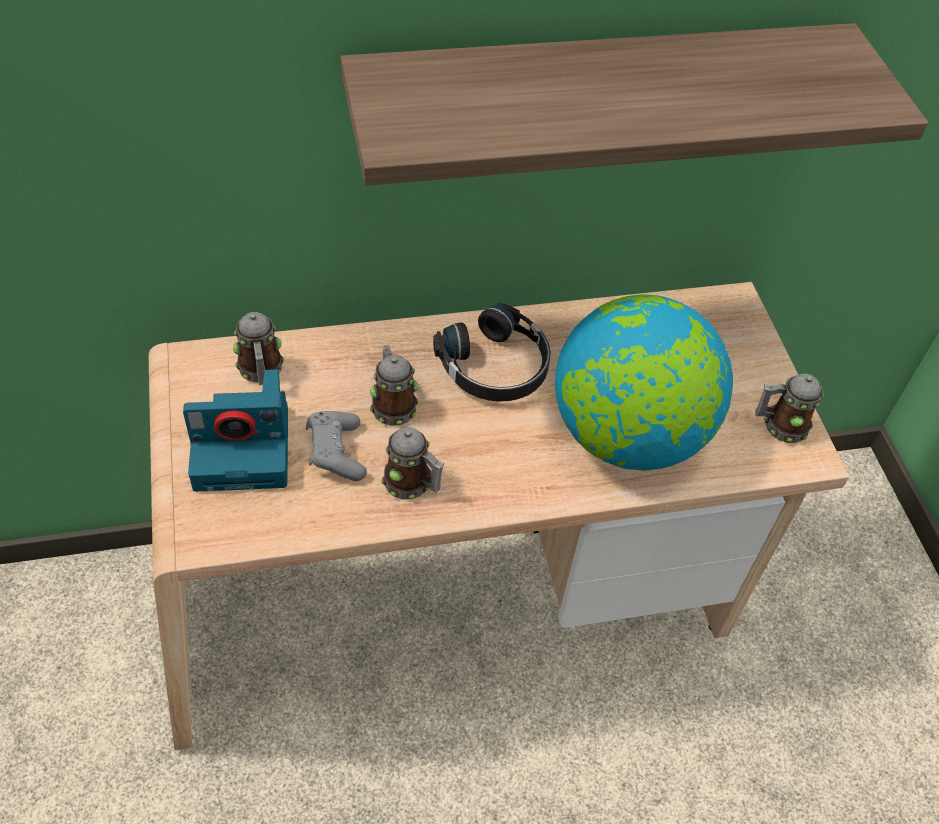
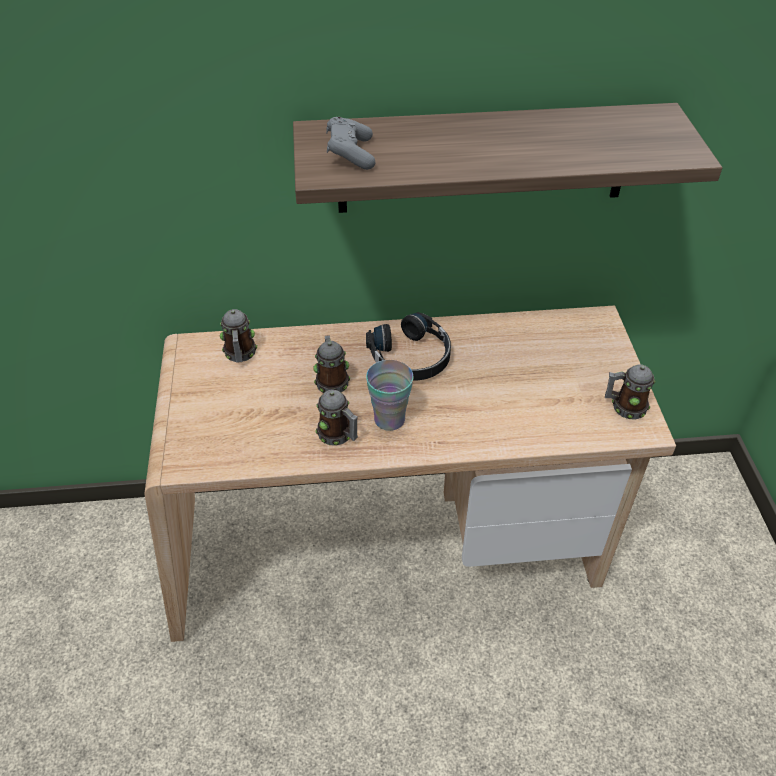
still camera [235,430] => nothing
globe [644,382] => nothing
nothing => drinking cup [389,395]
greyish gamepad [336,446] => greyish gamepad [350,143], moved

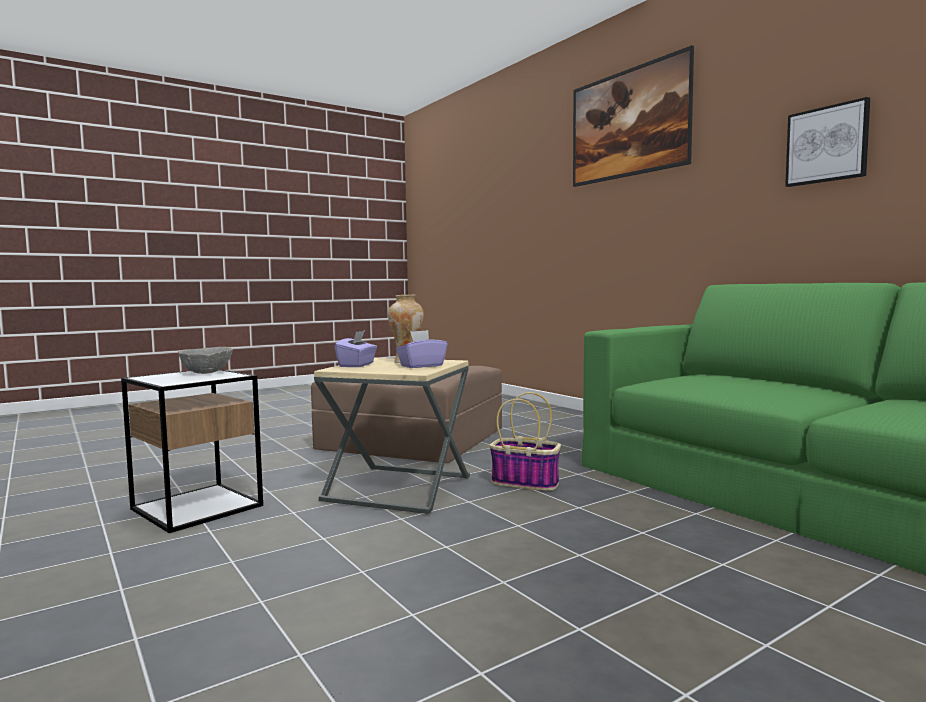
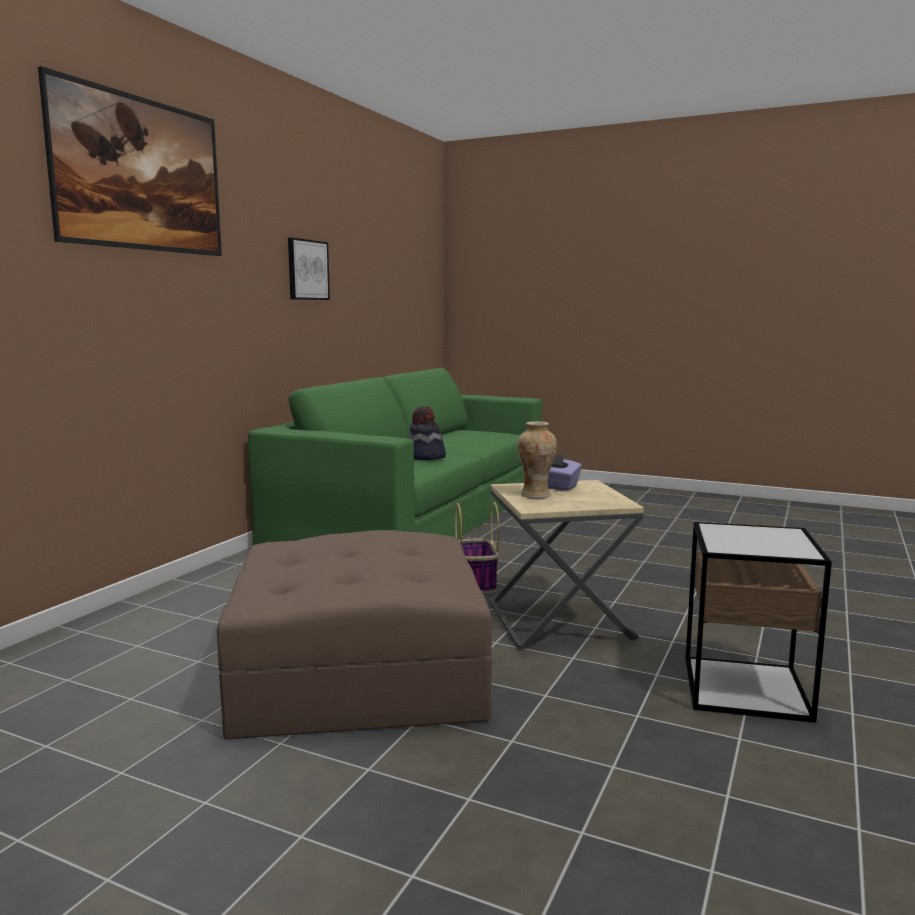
greyish deep dish [205,360] => nothing
purplish tissue holder [356,348] => nothing
nothing => clothing hat [426,433]

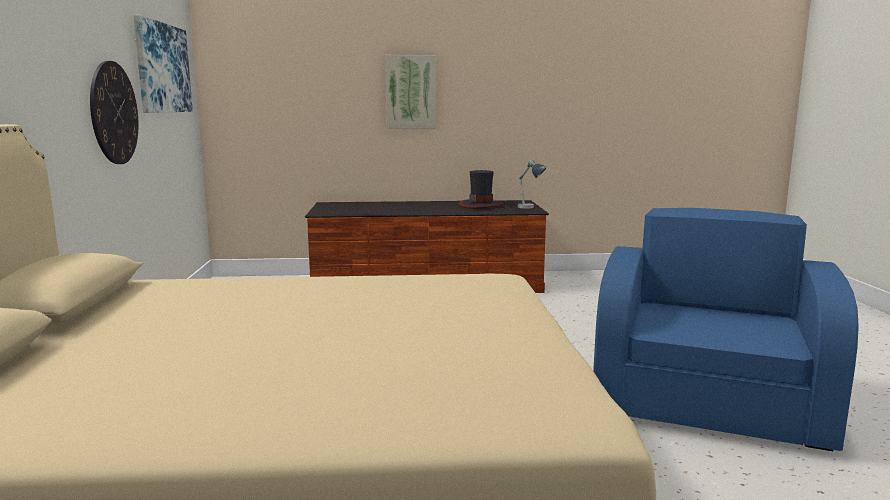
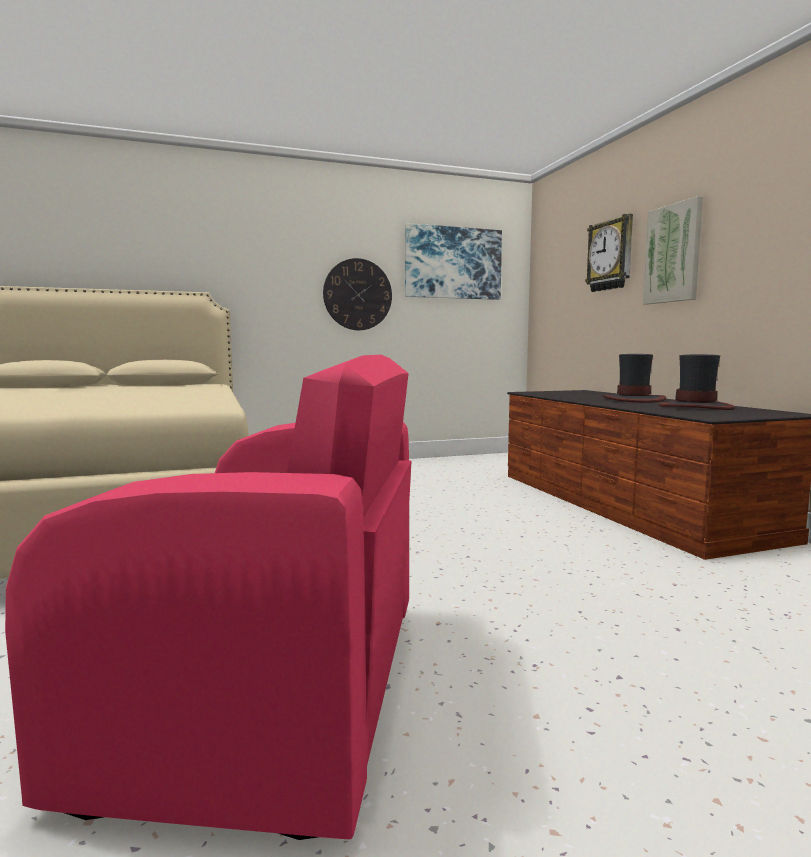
lamp for a table [532,184] => nothing
nothing => wall clock [609,253]
nothing => clothing hat [634,378]
blue armchair [726,329] => pink armchair [208,597]

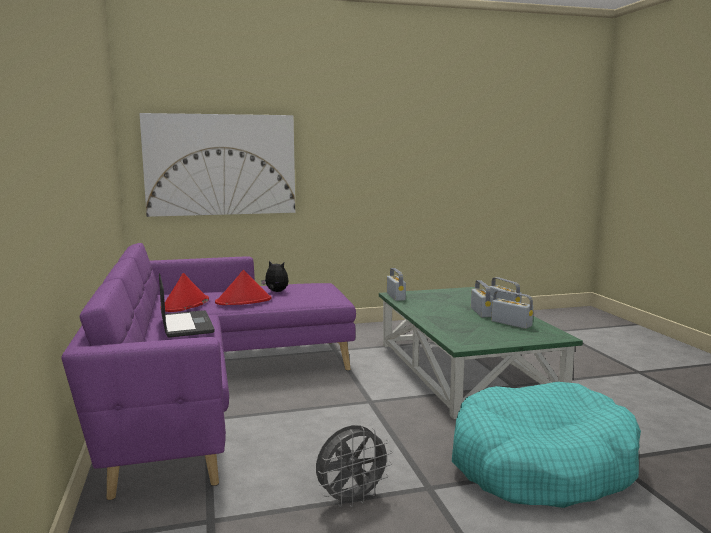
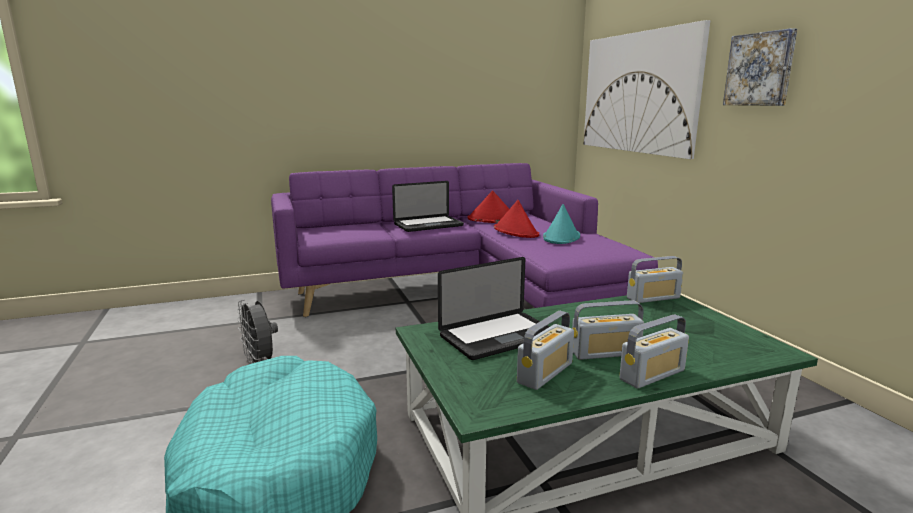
nothing => notebook computer [493,308]
nothing => wall picture [760,67]
cuddly toy [275,276] => blue-green clothing hat [561,224]

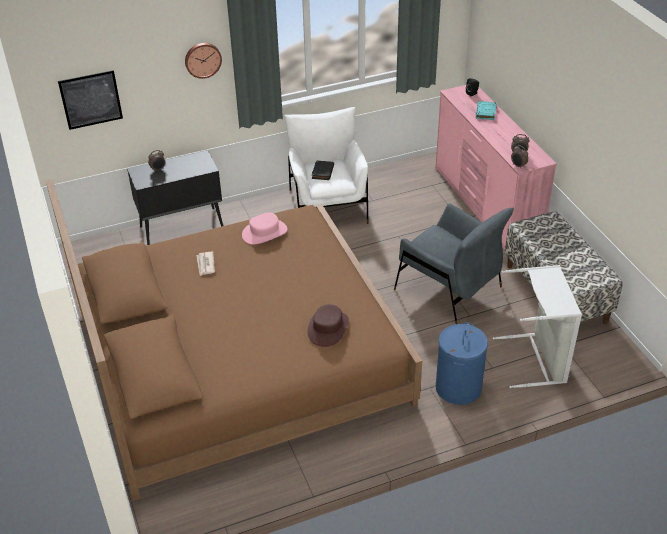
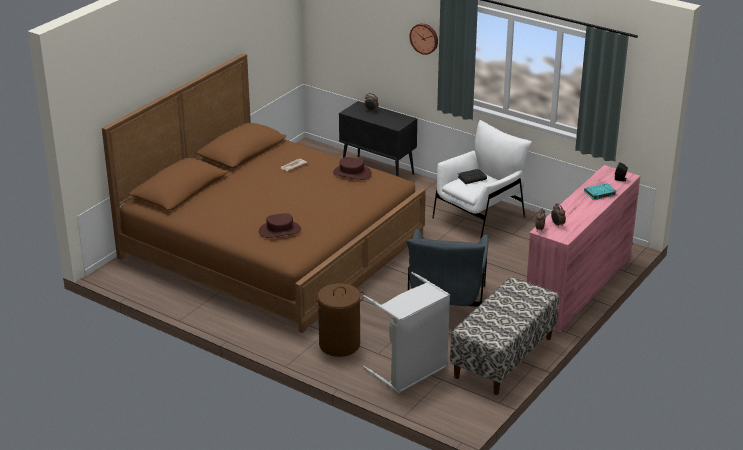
wall picture [90,100] => nothing
pink clothing hat [264,228] => brownish clothing hat [352,168]
blue laundry basket [461,363] => brownish laundry basket [339,320]

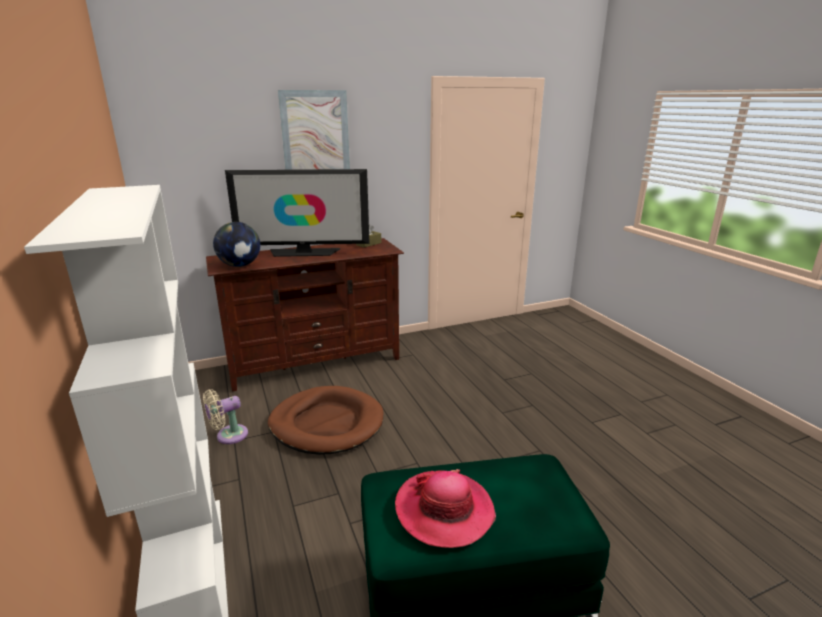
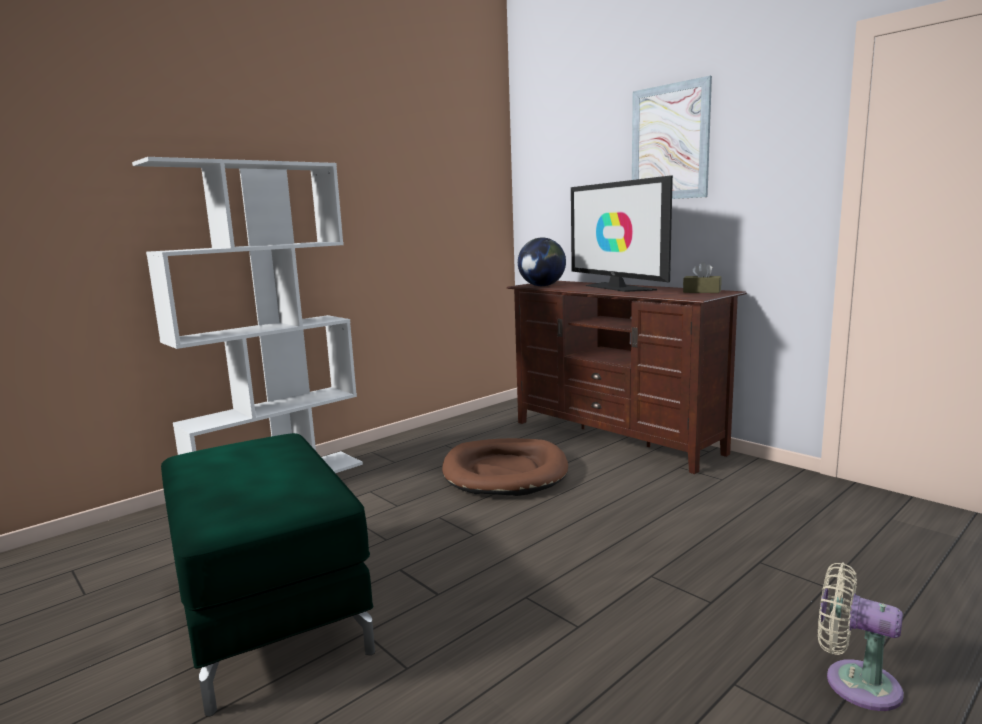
clothing hat [445,508] => nothing
beige-coloured fan [225,417] => beige-coloured fan [861,636], moved

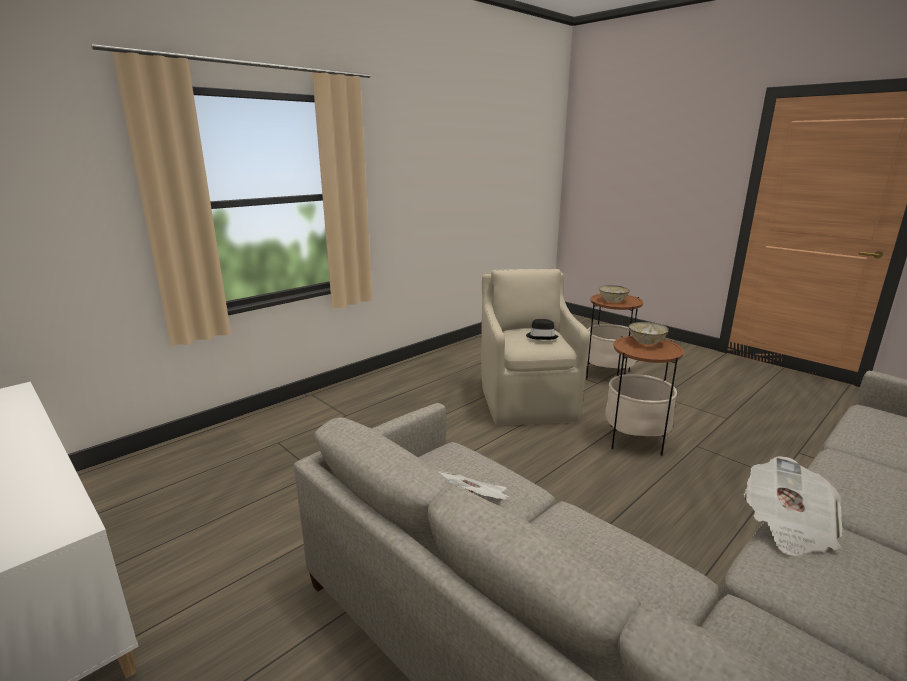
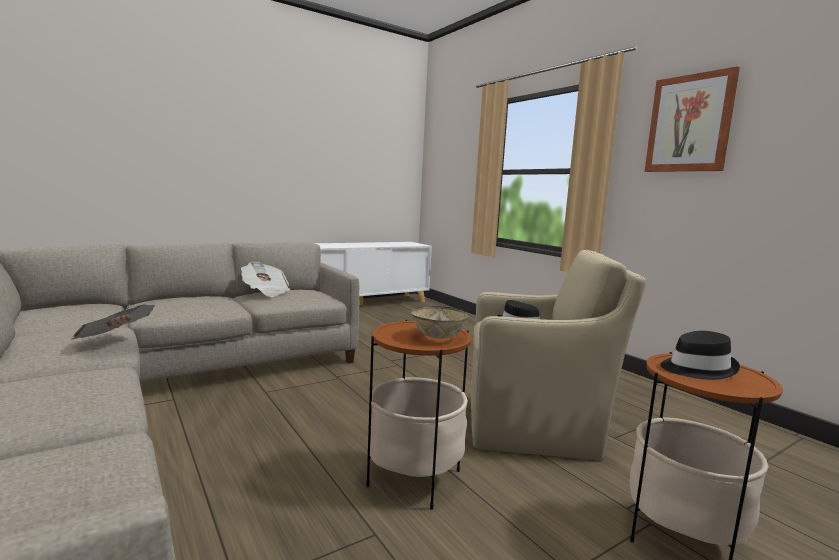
nothing => wall picture [692,119]
deep dish [614,293] => blackish clothing hat [700,355]

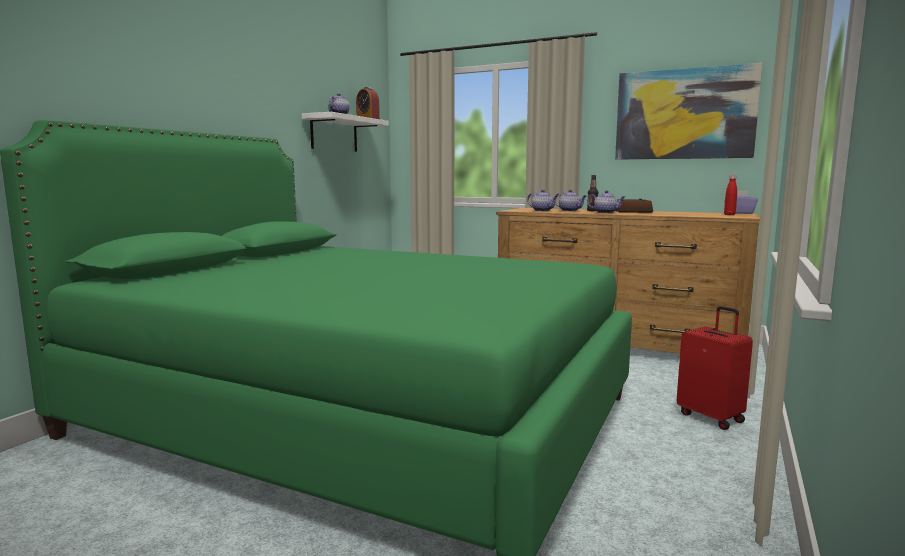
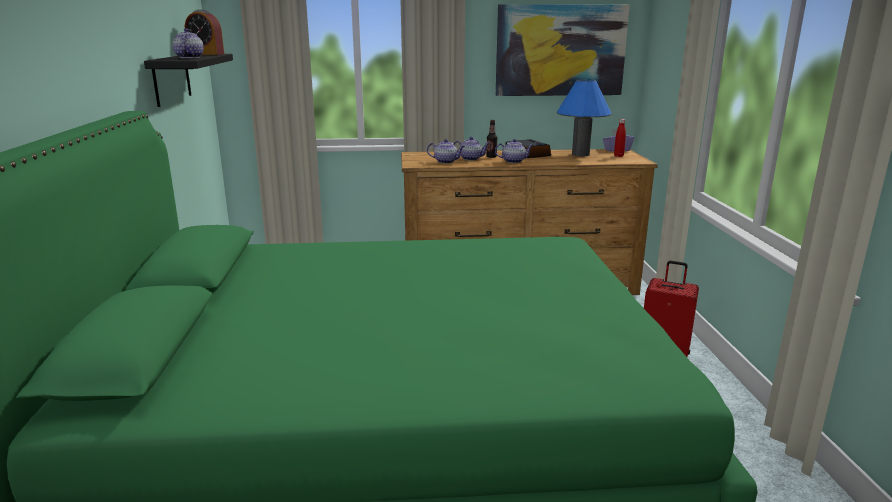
nothing => blue lamp for a table [584,117]
whitish wall shelf [345,132] => blackish wall shelf [188,80]

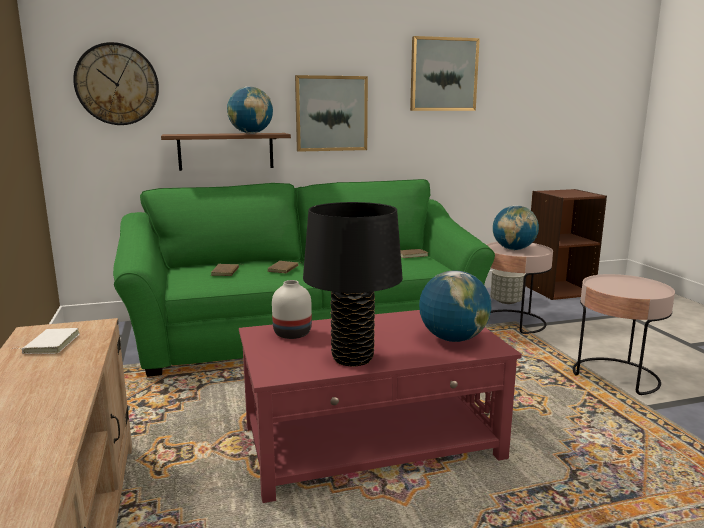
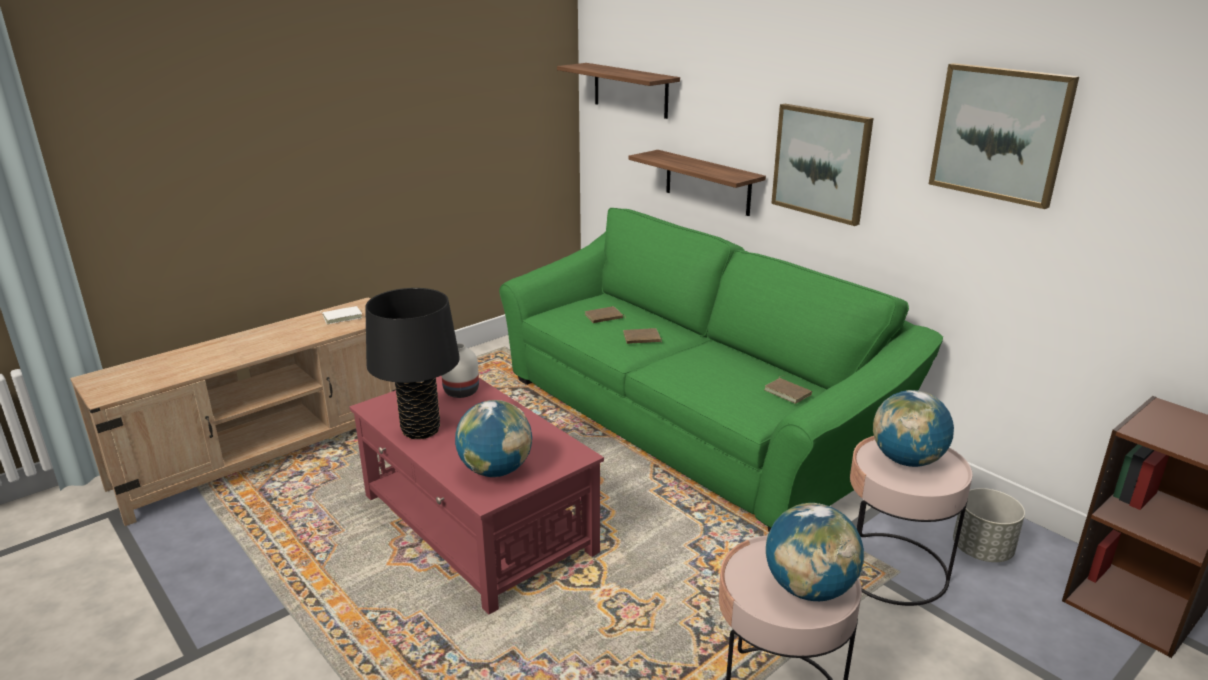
globe [250,110] => globe [815,552], moved
wall clock [116,83] => wall shelf [618,91]

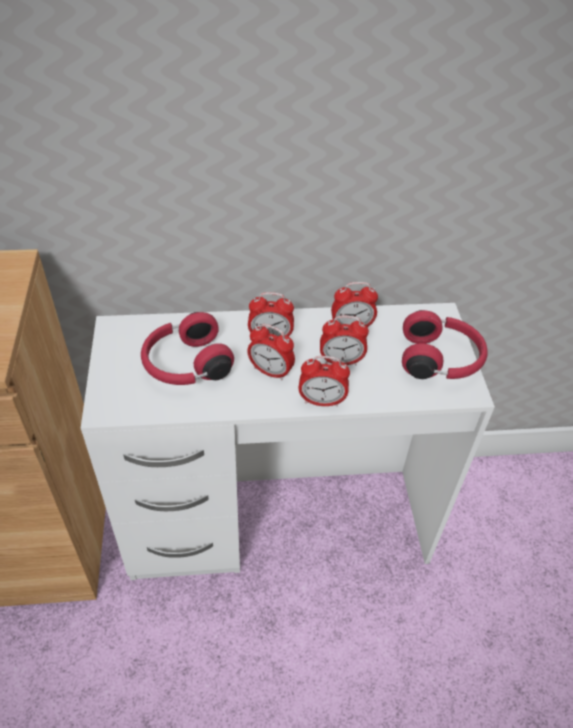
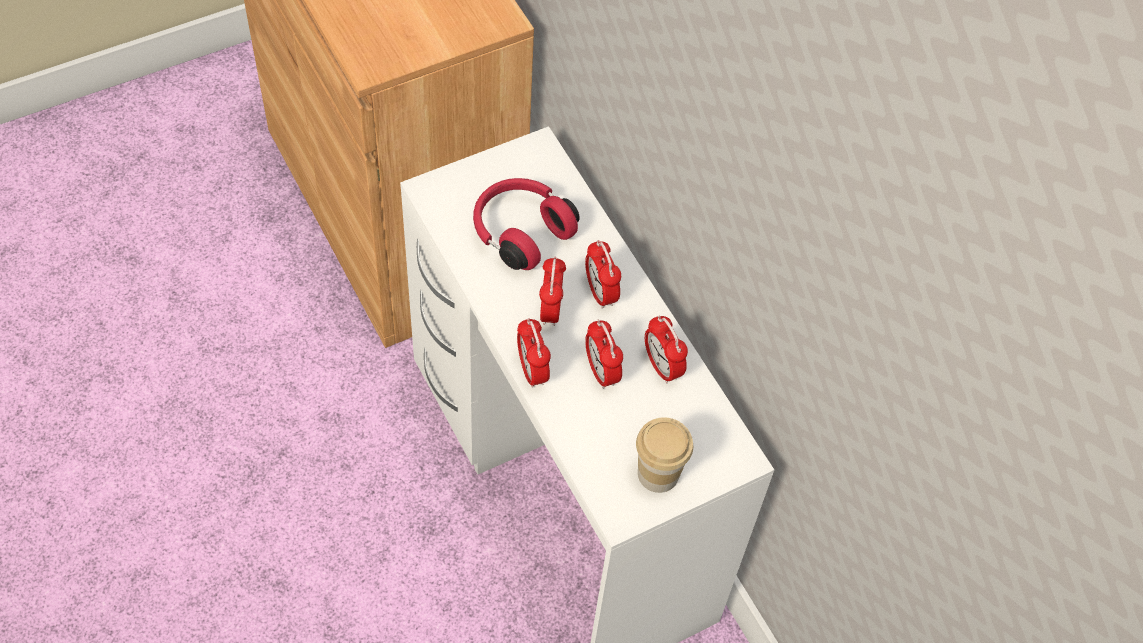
reddish headphones [444,344] => drinking cup [664,455]

